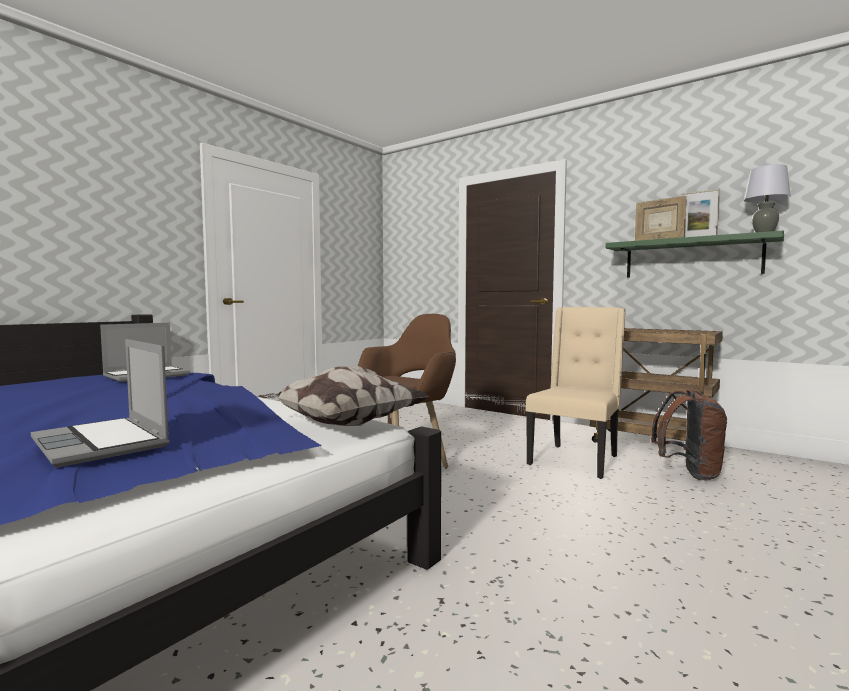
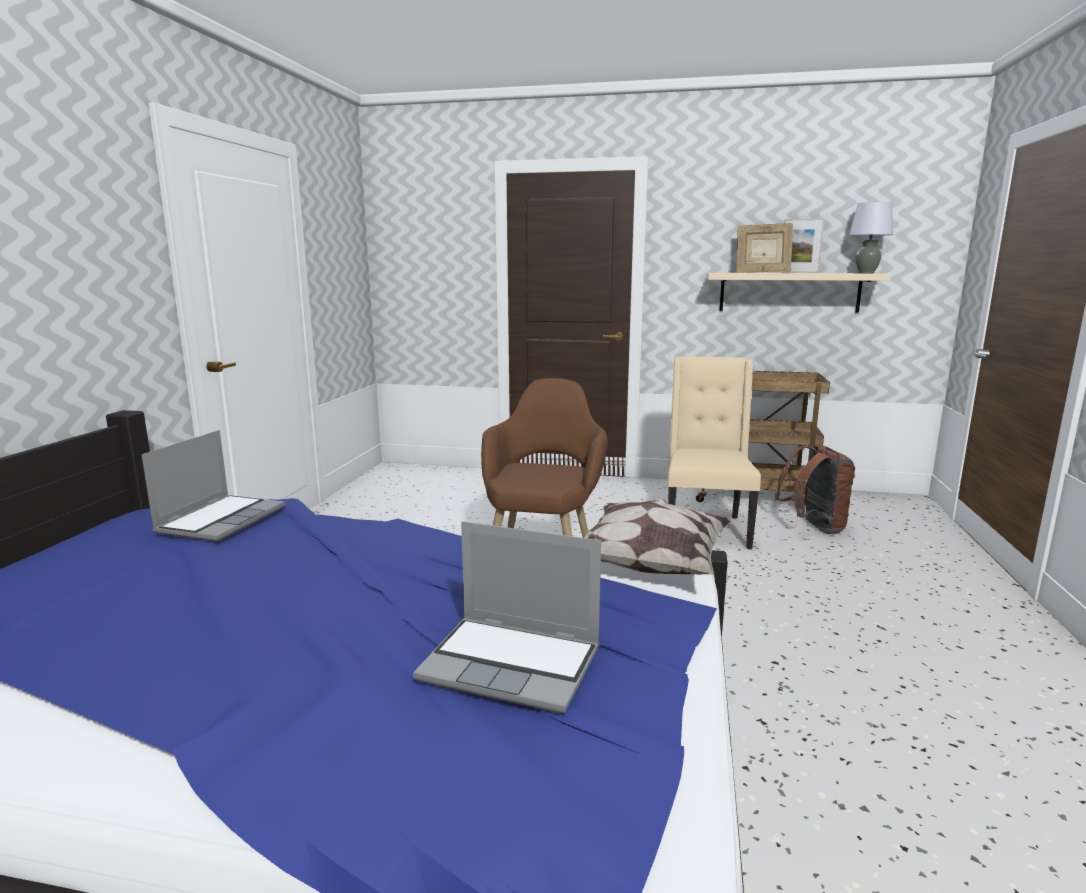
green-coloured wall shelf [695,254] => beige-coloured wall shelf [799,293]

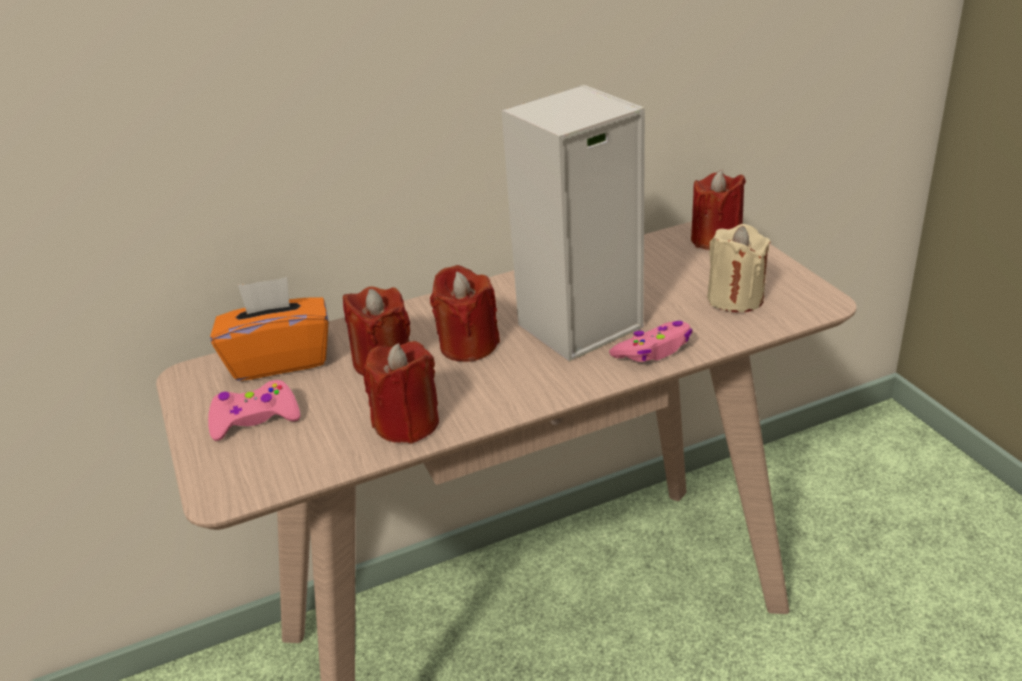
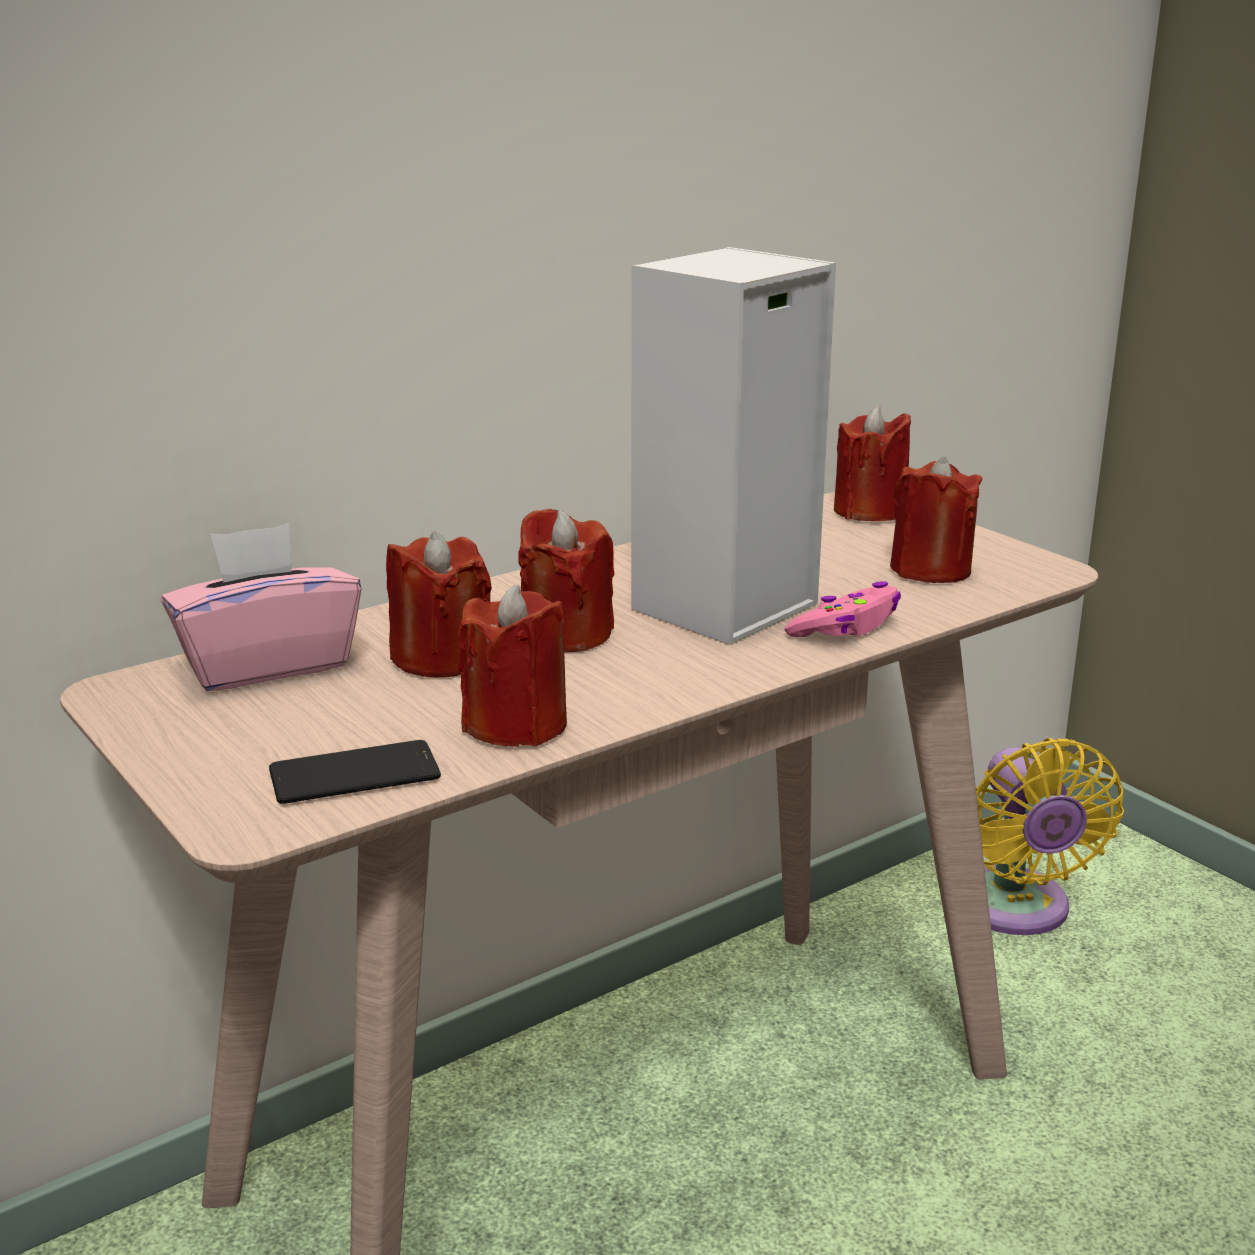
pink gamepad [254,410] => nothing
nothing => handset [355,772]
nothing => yellow fan [1050,836]
orangey tissue holder [269,329] => pink tissue holder [261,607]
beige-coloured wax light [739,268] => reddish wax light [936,519]

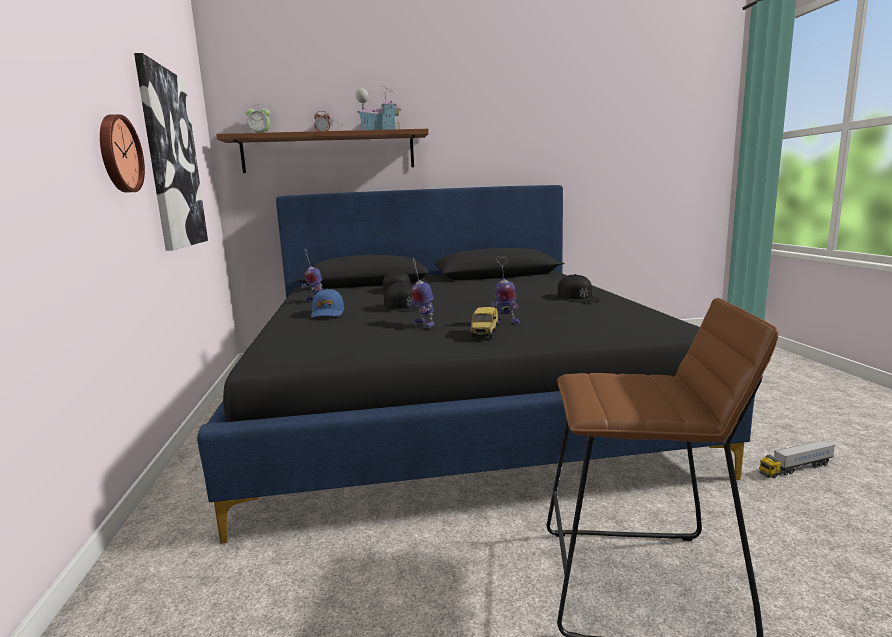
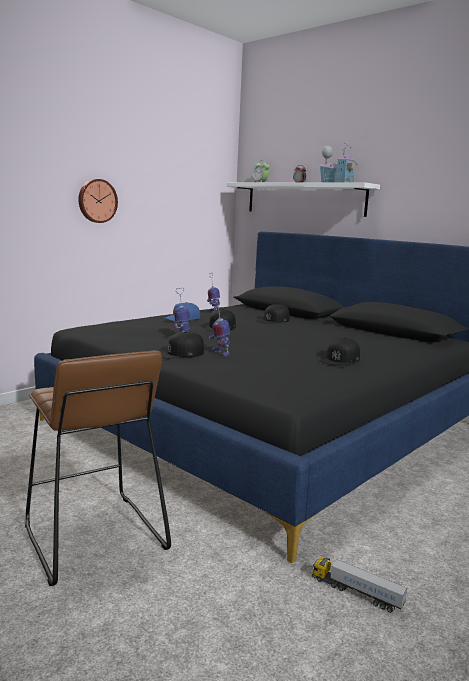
wall picture [171,152] => nothing
toy car [484,322] => blackish baseball cap [182,344]
brownish wall shelf [322,151] => whitish wall shelf [303,199]

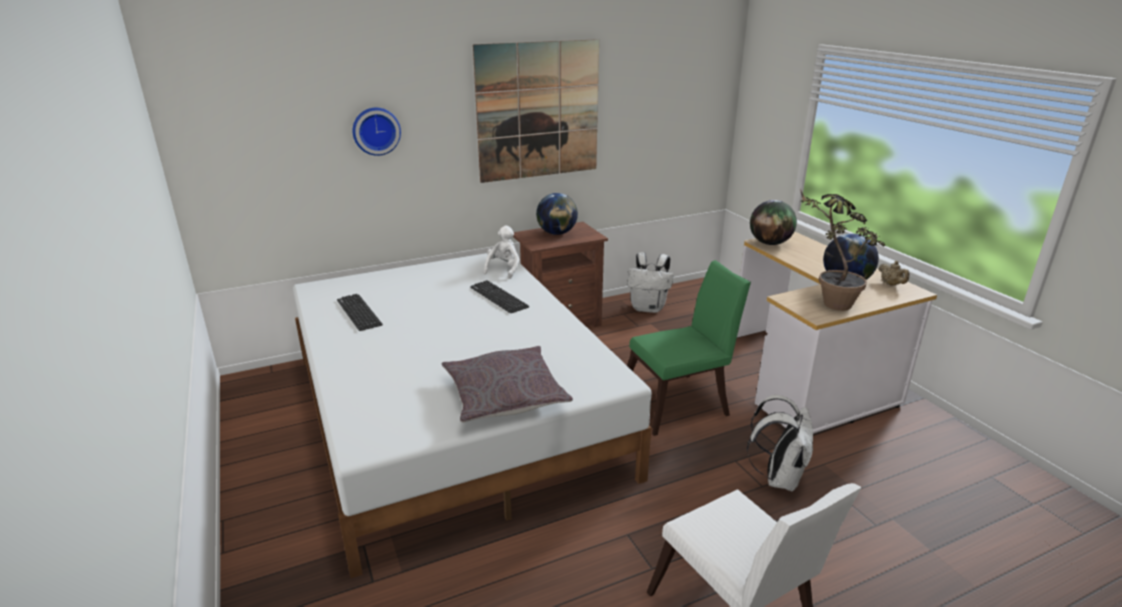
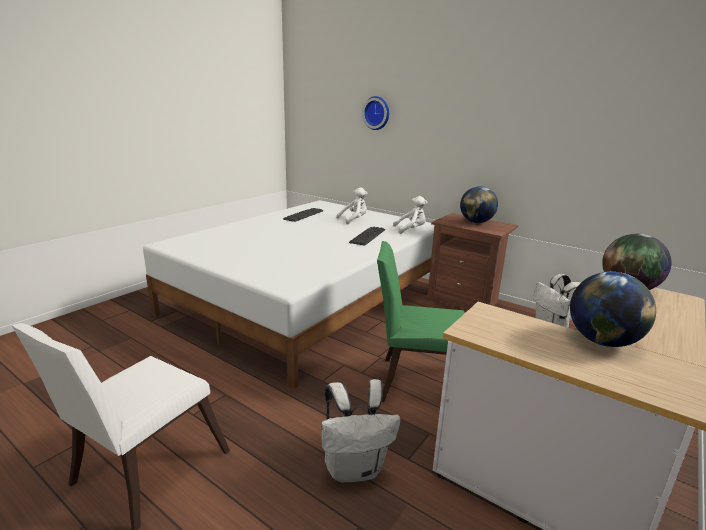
greyish throw pillow [507,384] => nothing
wall picture [536,111] => nothing
potted plant [842,250] => nothing
beige-coloured pot for tea [894,273] => nothing
nothing => whitish cuddly toy [352,205]
green-coloured chair [689,348] => green-coloured chair [421,321], 150 degrees clockwise

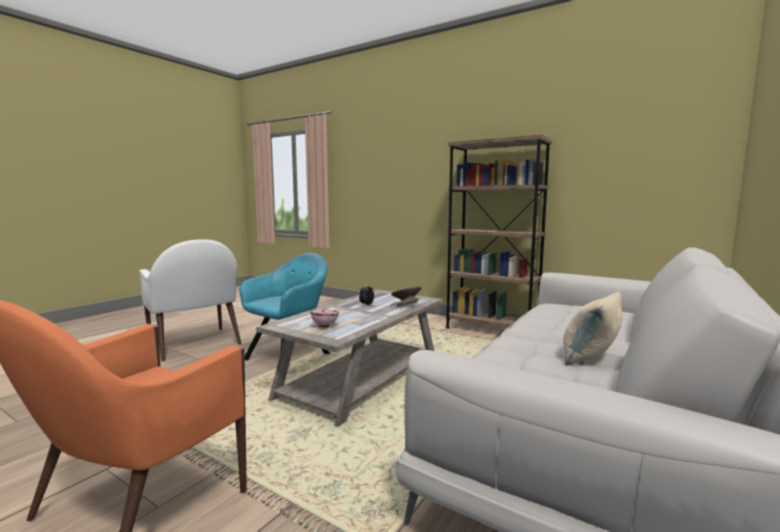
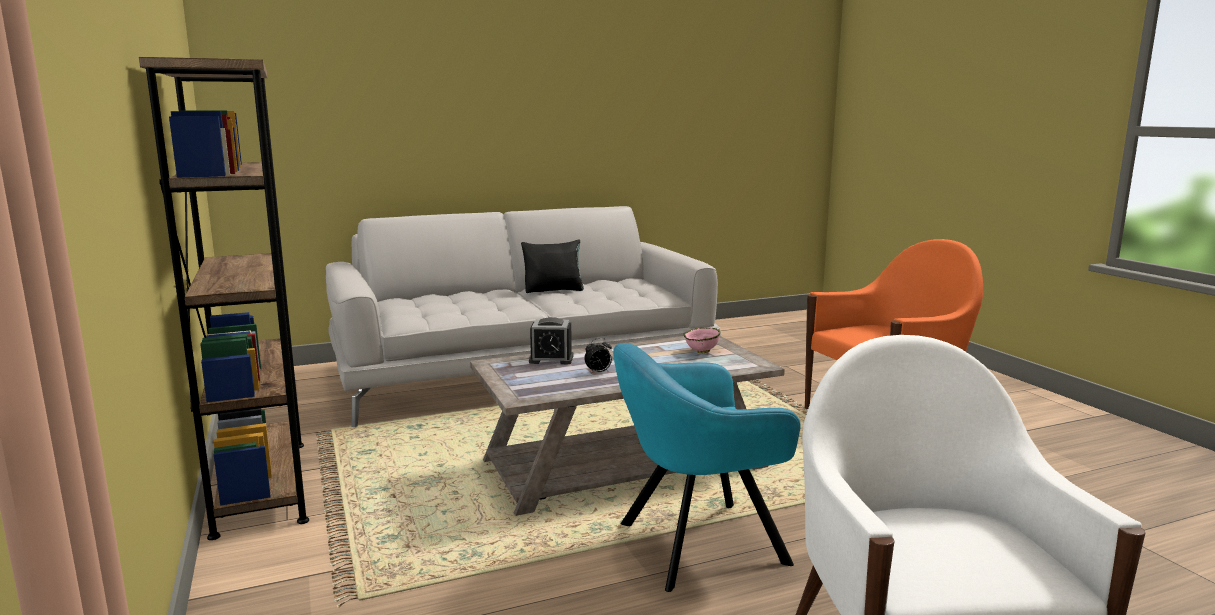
greyish deep dish [406,296] => bedside clock [551,340]
beige-coloured throw pillow [593,328] => blackish throw pillow [552,266]

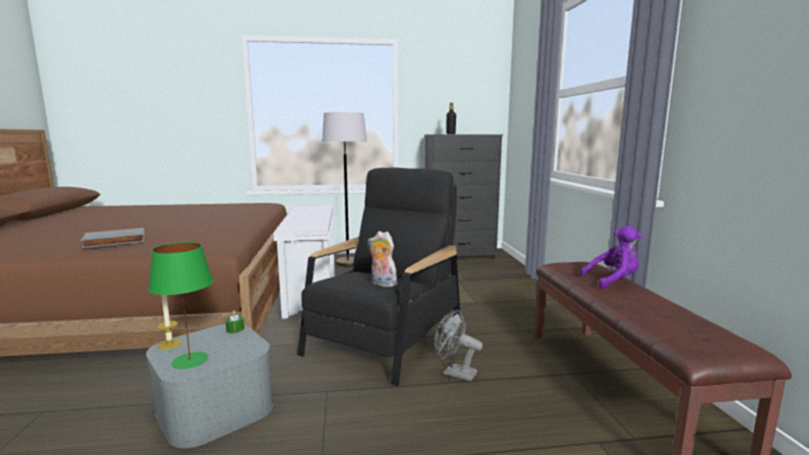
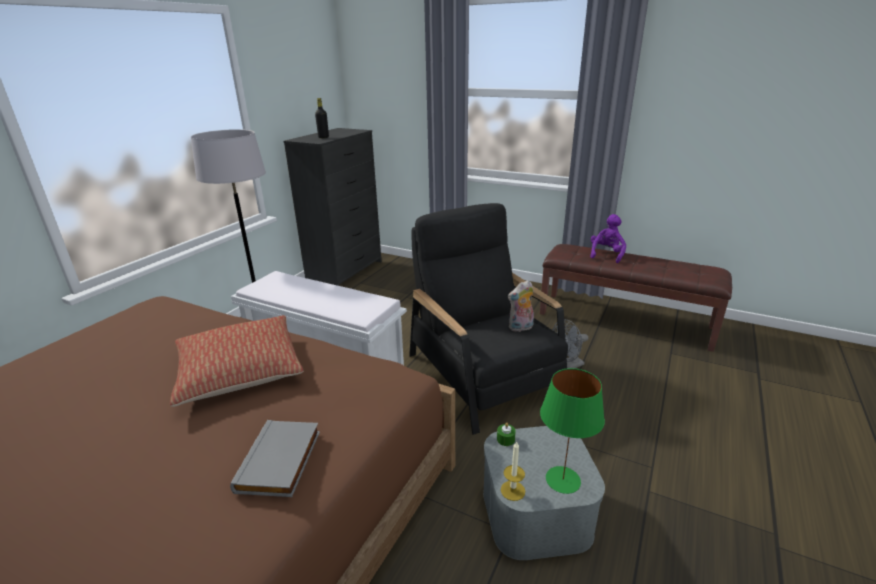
nothing => throw pillow [237,361]

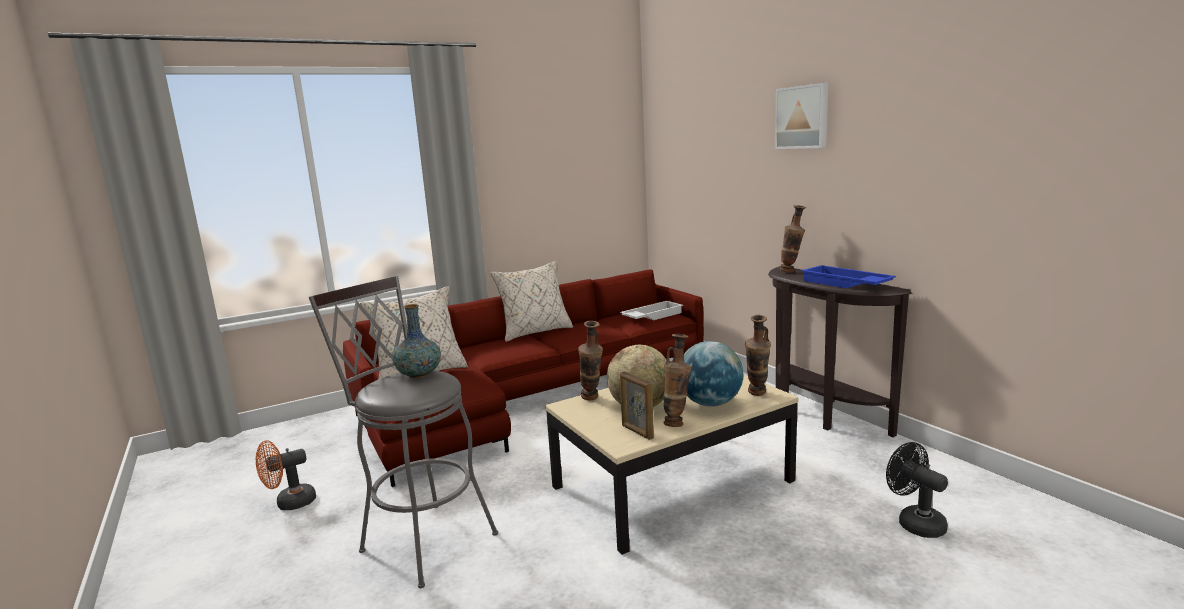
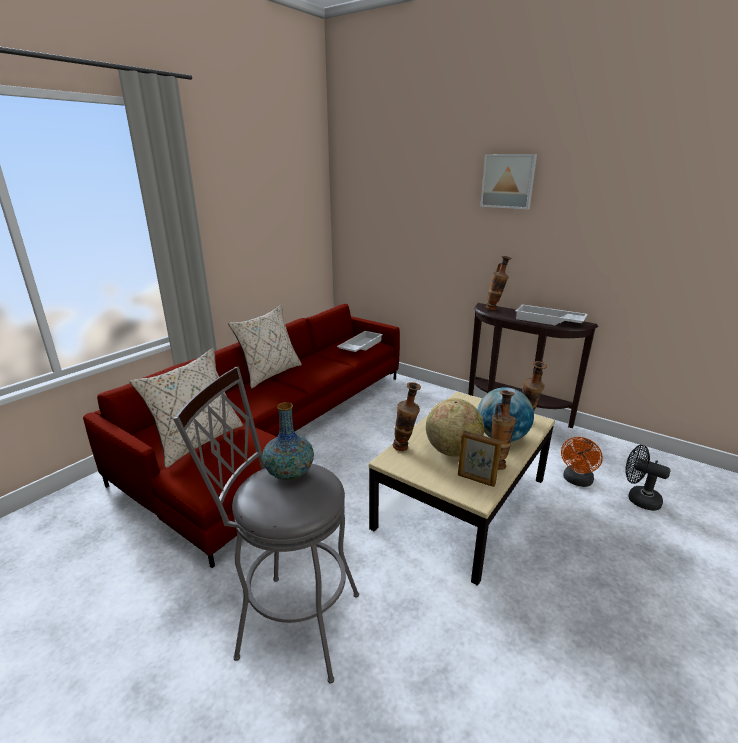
orangey fan [286,475] => orangey fan [582,462], moved
blue tray [848,276] => whitish tray [551,314]

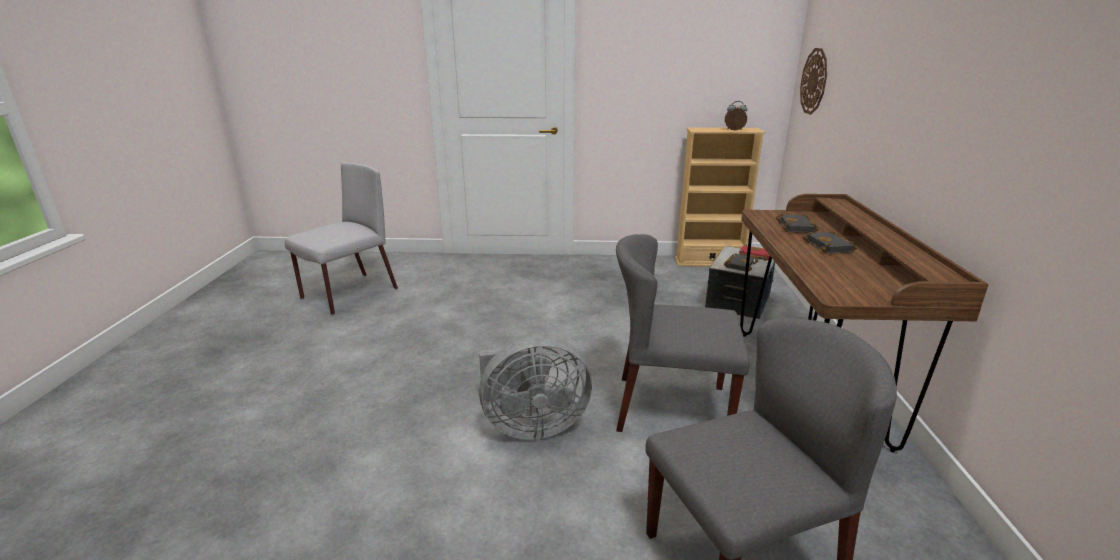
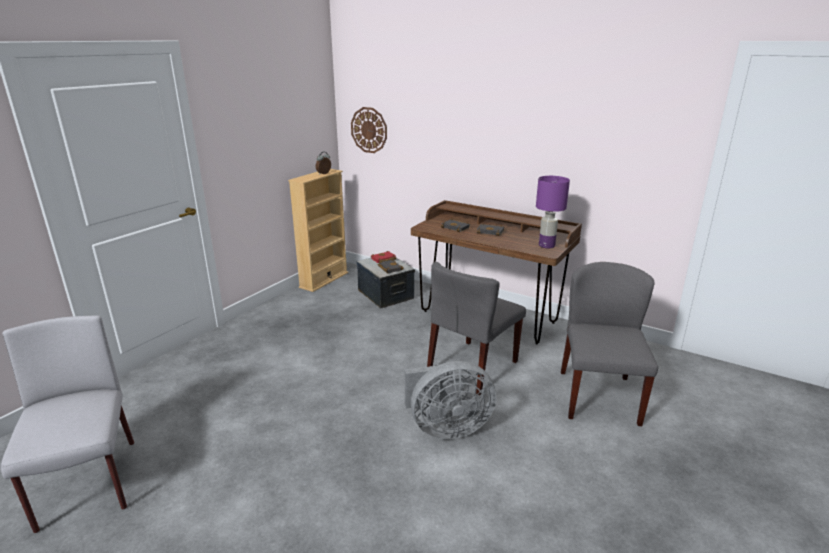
nothing => purplish lamp for a table [553,212]
greyish fan [535,388] => greyish fan [450,400], 60 degrees clockwise

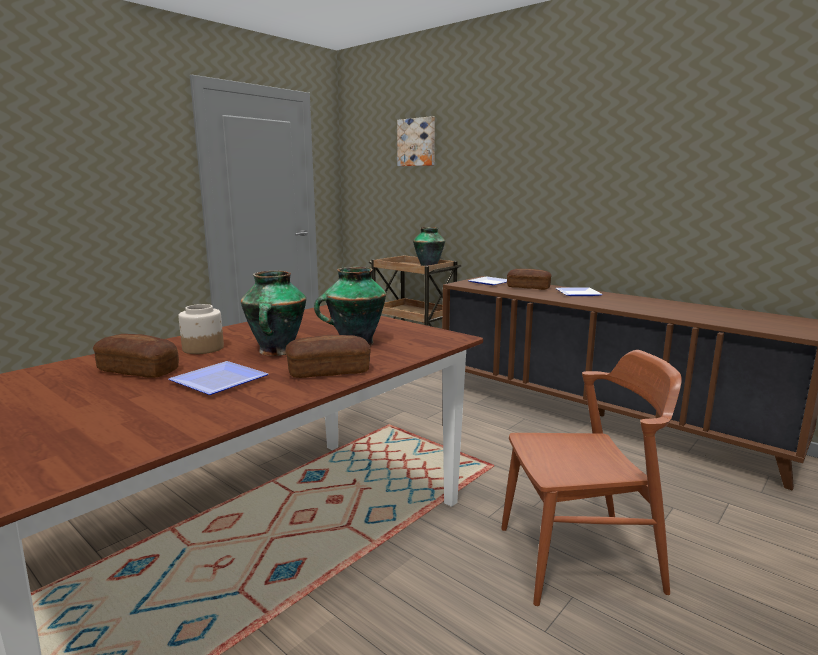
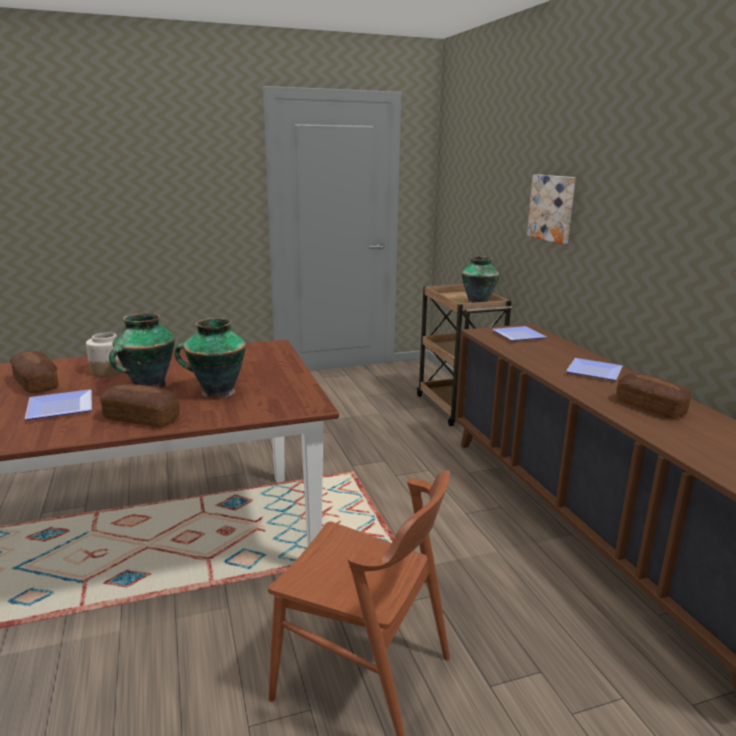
wall picture [416,141] => wall picture [551,209], moved
baked bread [529,279] => baked bread [654,396], moved

